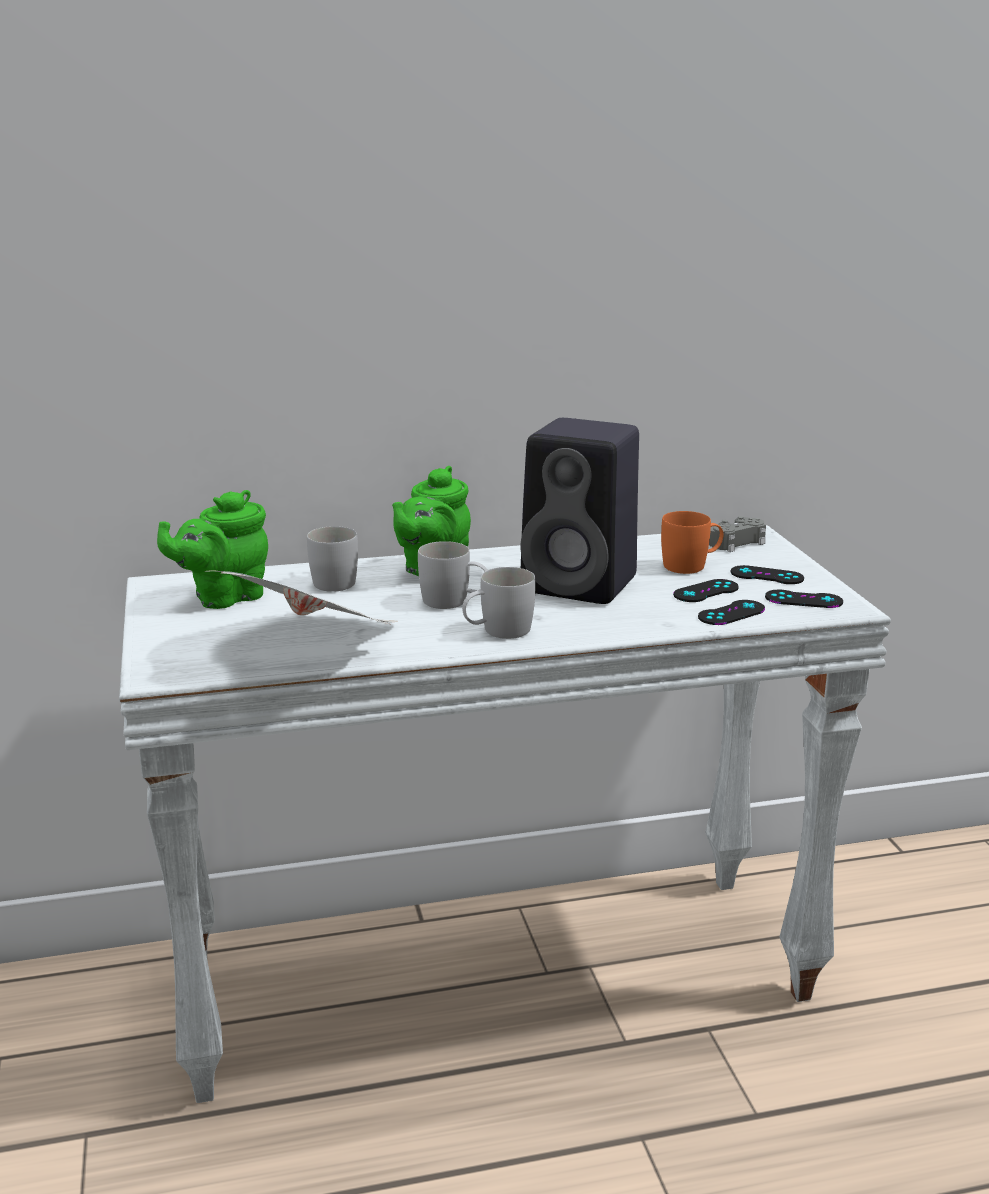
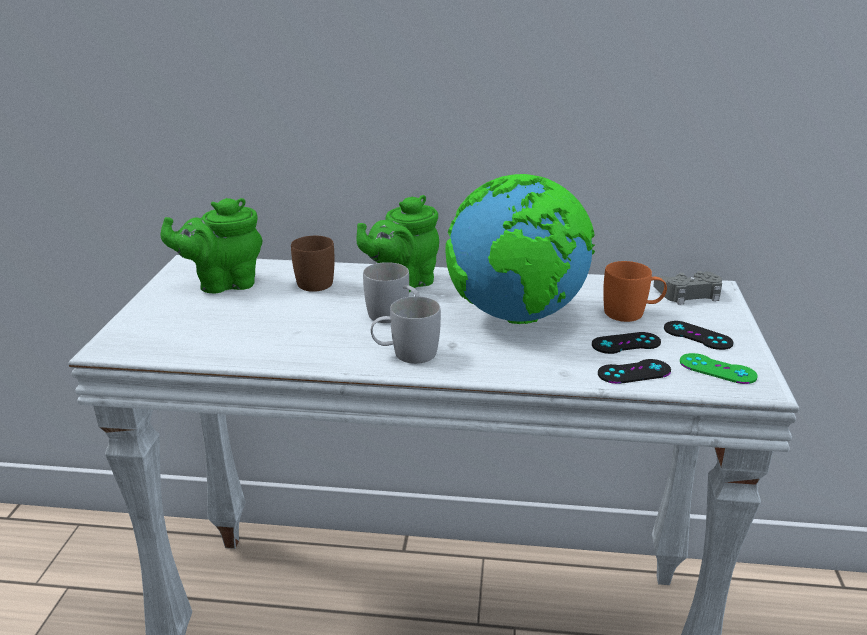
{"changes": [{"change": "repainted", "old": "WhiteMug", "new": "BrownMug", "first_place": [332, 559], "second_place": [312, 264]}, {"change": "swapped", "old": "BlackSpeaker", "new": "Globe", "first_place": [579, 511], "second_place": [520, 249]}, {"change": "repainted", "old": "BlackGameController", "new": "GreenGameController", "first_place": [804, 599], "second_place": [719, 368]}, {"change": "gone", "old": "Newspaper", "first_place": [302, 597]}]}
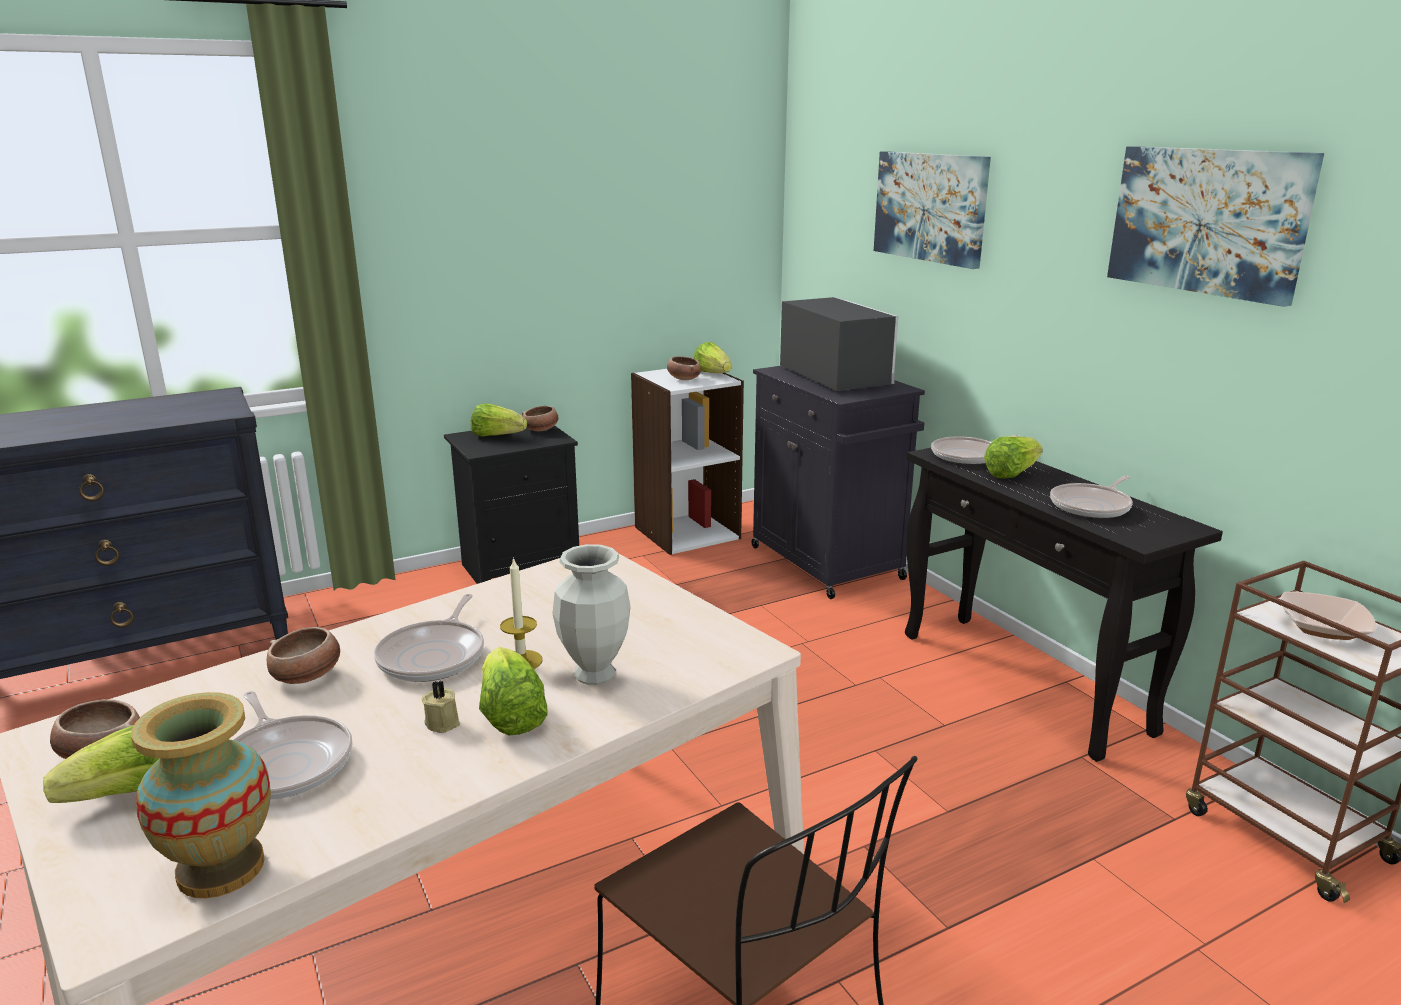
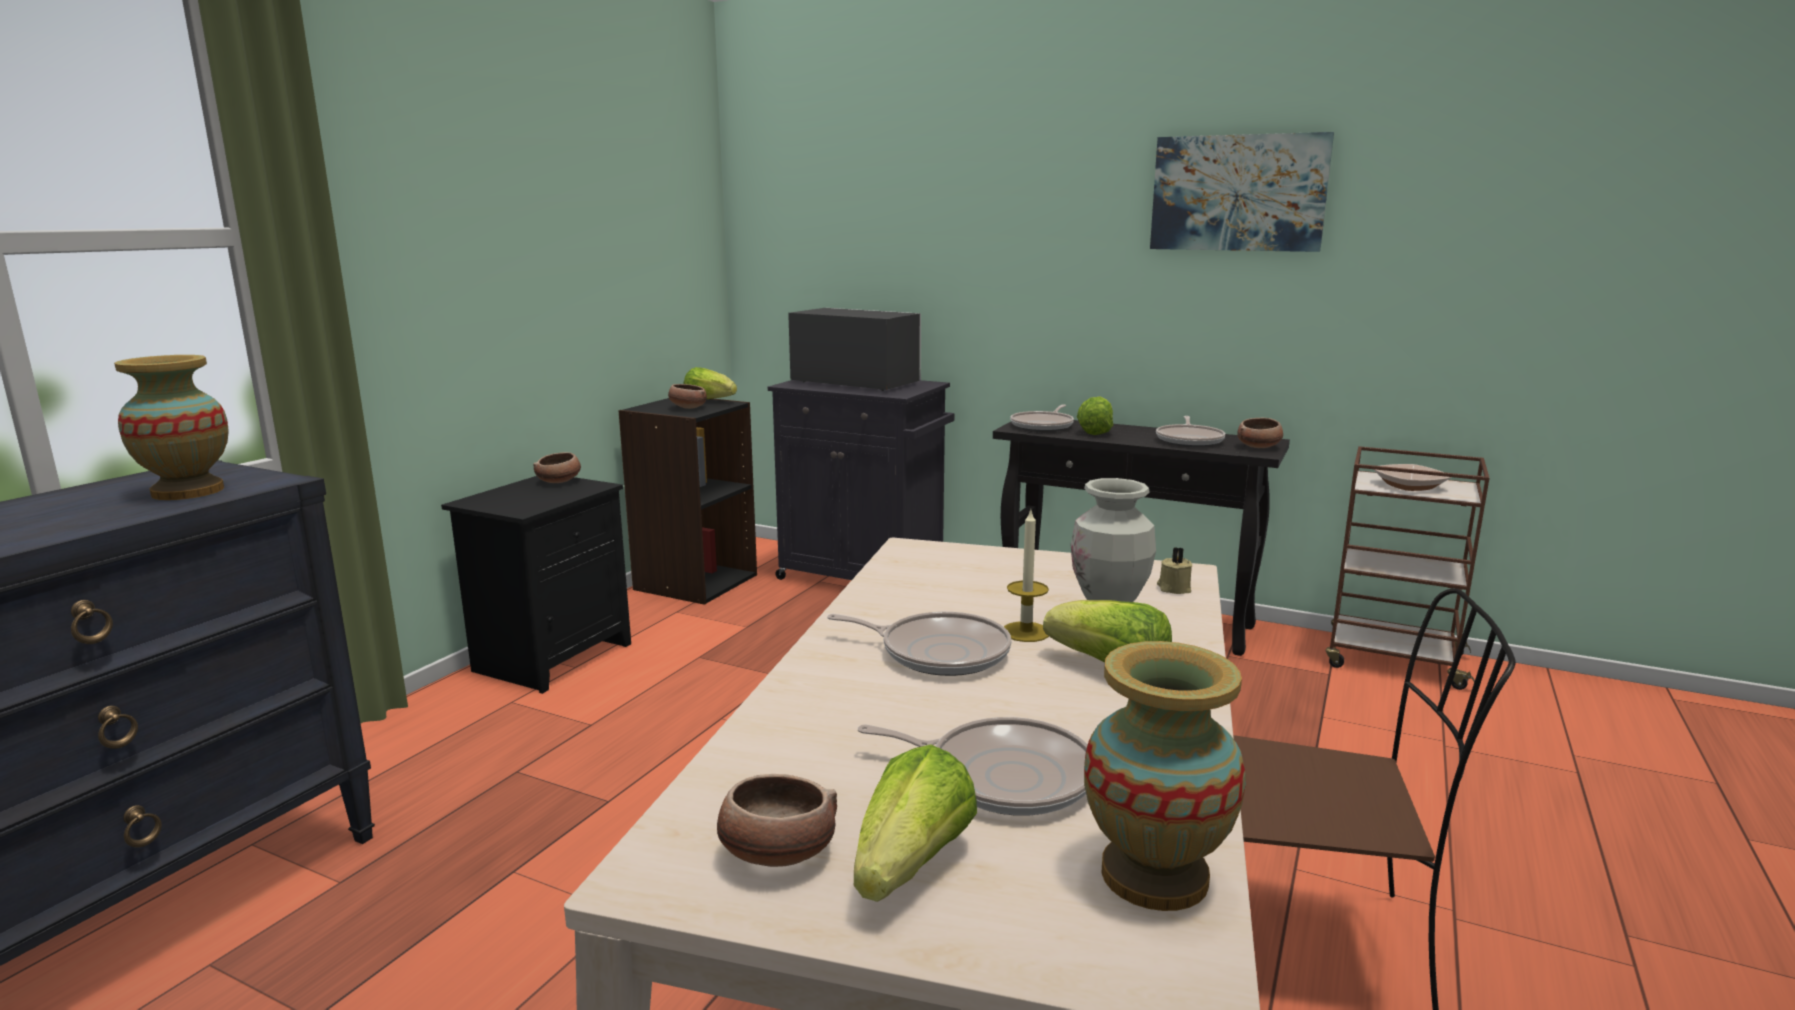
{"changes": [{"change": "new", "new": "Vase", "second_place": [171, 427]}, {"change": "repainted", "old": "WhiteBookcase", "new": "BlackBookcase", "first_place": [687, 462], "second_place": [687, 501]}, {"change": "rotated", "old": "FryingPan", "first_place": [429, 638], "second_place": [919, 644], "degrees": -45}, {"change": "shifted", "old": "BeigeCandle", "first_place": [440, 706], "second_place": [1174, 570]}, {"change": "shifted", "old": "Bowl", "first_place": [303, 655], "second_place": [1260, 433]}, {"change": "gone", "old": "Lettuce", "first_place": [499, 420]}, {"change": "gone", "old": "Picture", "first_place": [932, 210]}]}
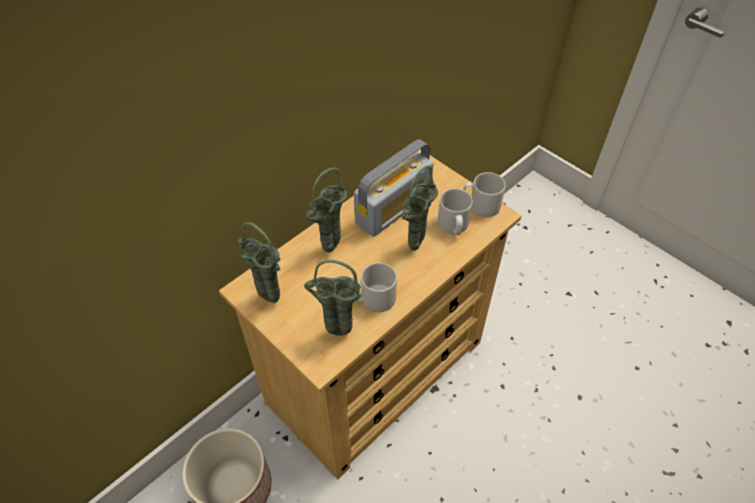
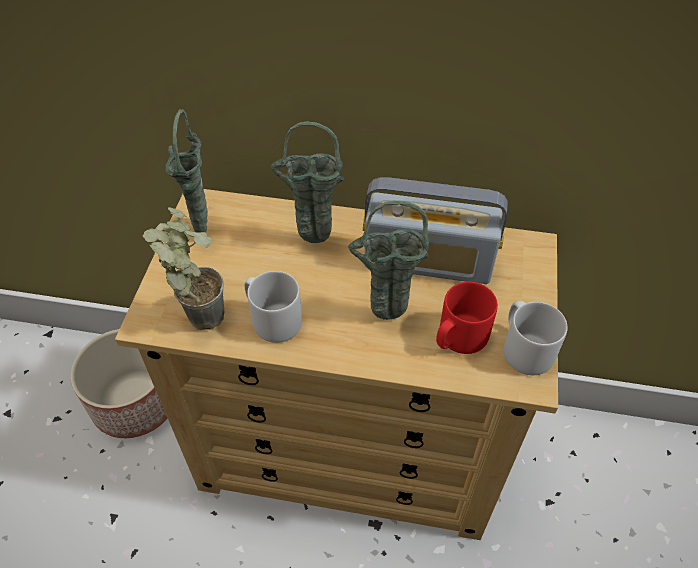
{"changes": [{"change": "swapped", "old": "GreenVase", "new": "PottedPlant", "first_place": [332, 298], "second_place": [183, 268]}, {"change": "repainted", "old": "GreyMug", "new": "RedMug", "first_place": [455, 211], "second_place": [467, 318]}]}
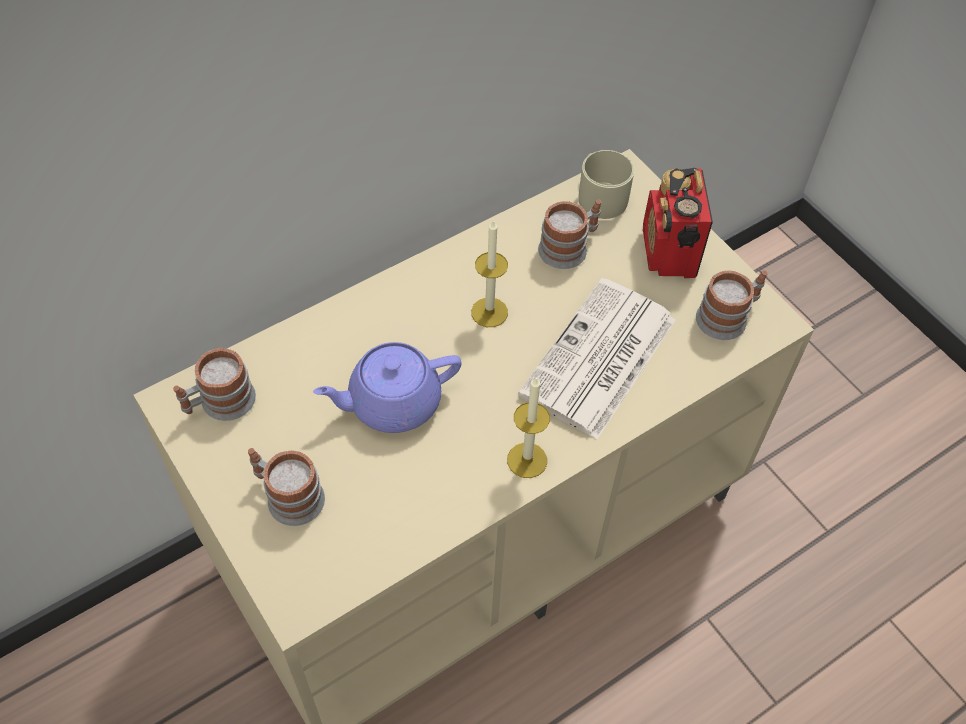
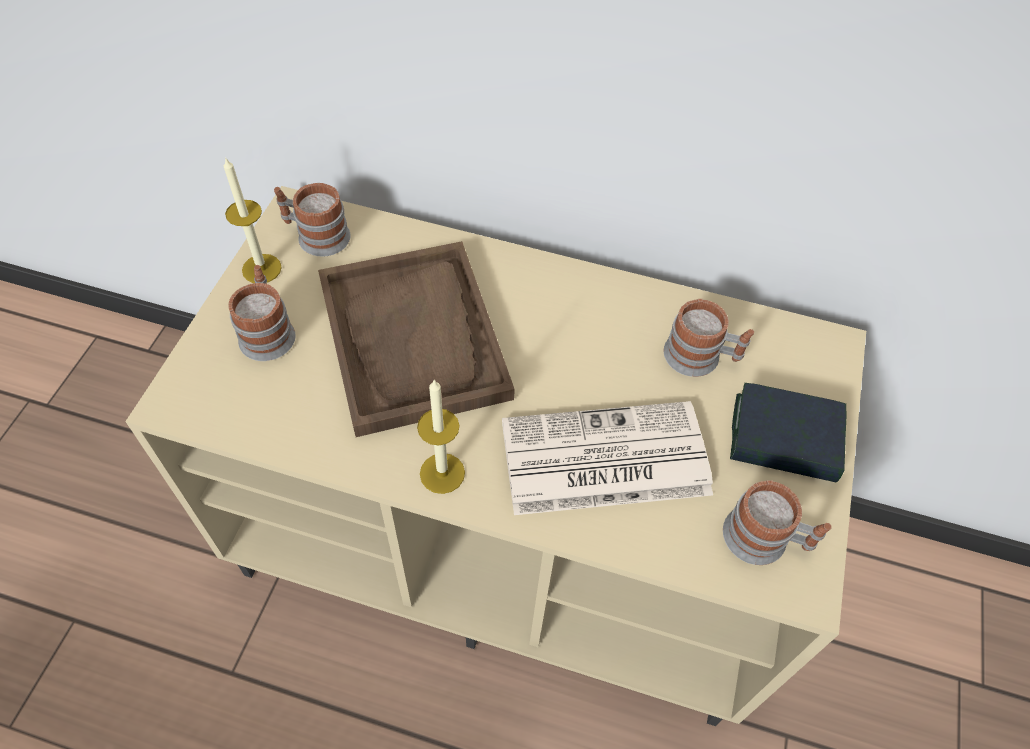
{"changes": [{"change": "shifted", "old": "Candle", "first_place": [489, 273], "second_place": [253, 220]}, {"change": "swapped", "old": "PurpleTeapot", "new": "BrownTray", "first_place": [387, 387], "second_place": [416, 339]}, {"change": "swapped", "old": "Radio", "new": "Book", "first_place": [678, 223], "second_place": [788, 432]}, {"change": "gone", "old": "BeigeMug", "first_place": [606, 184]}]}
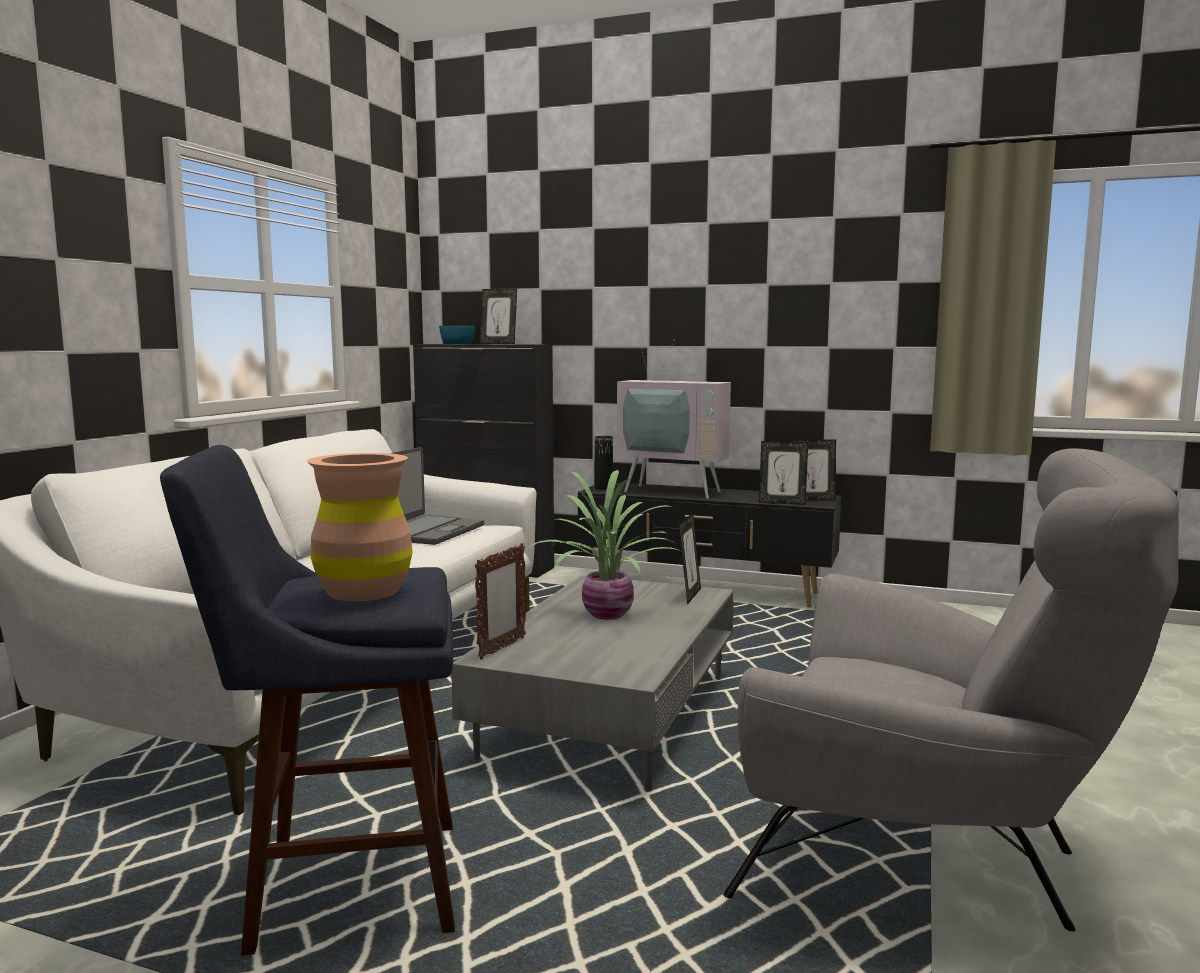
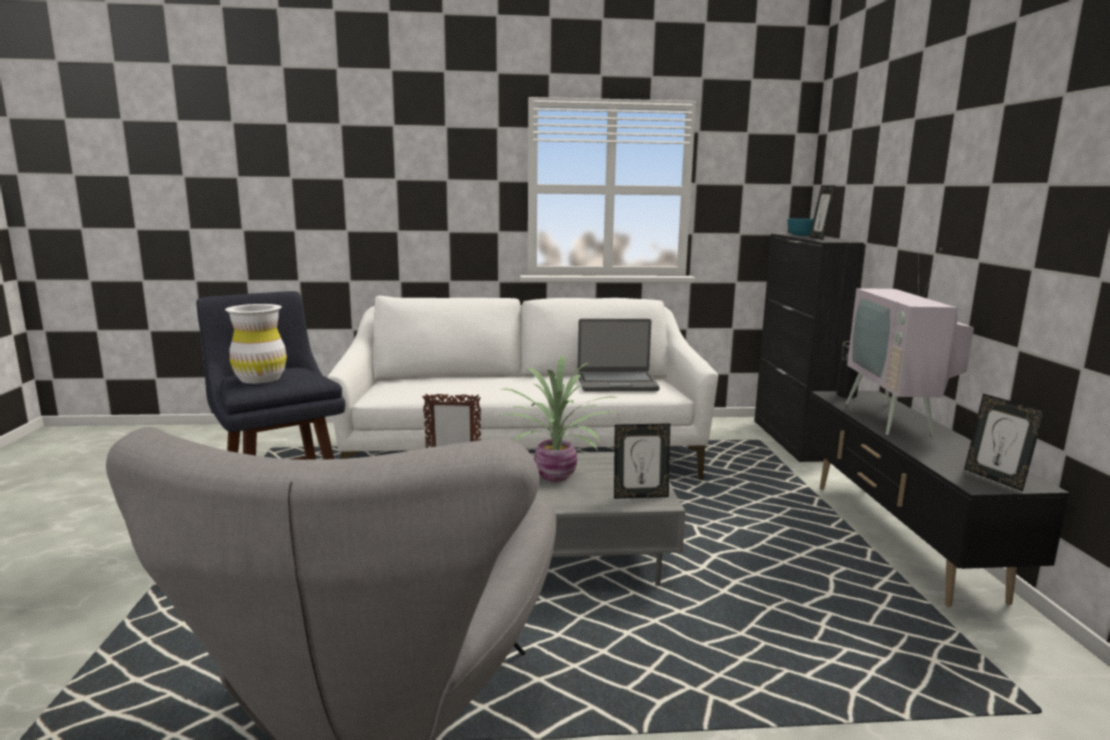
{"changes": [{"change": "repainted", "old": "BrownVase", "new": "WhiteVase", "first_place": [359, 527], "second_place": [256, 344]}, {"change": "gone", "old": "PictureFrame", "first_place": [783, 473]}]}
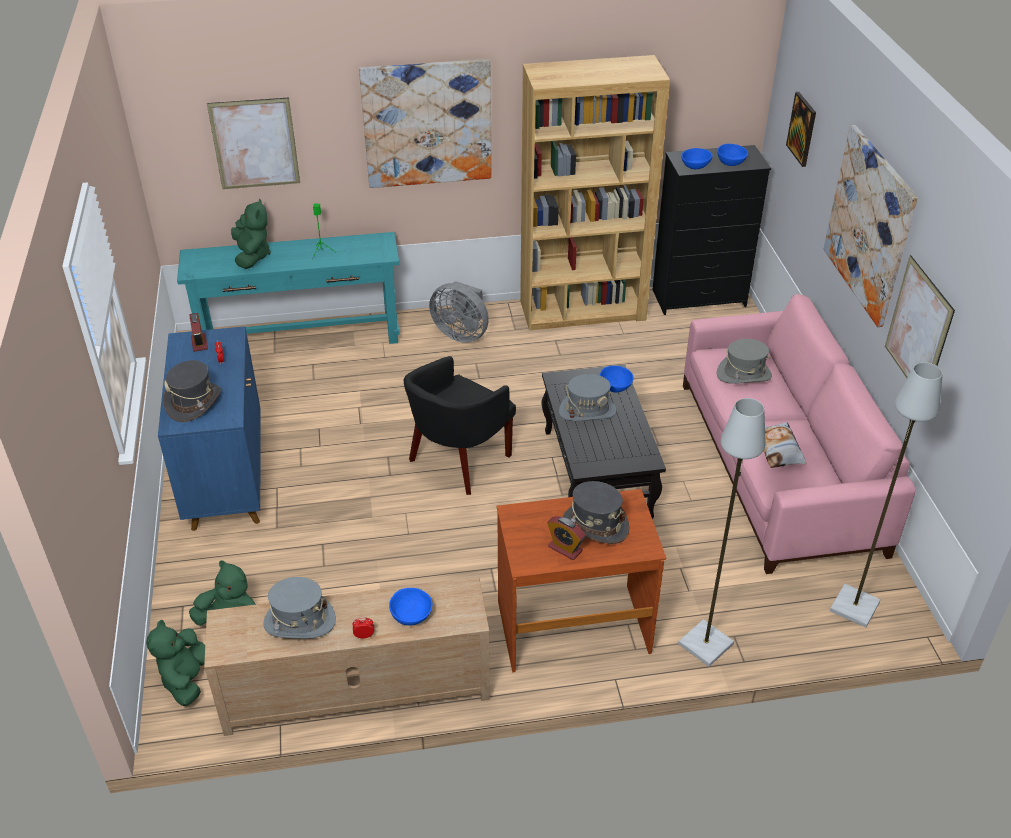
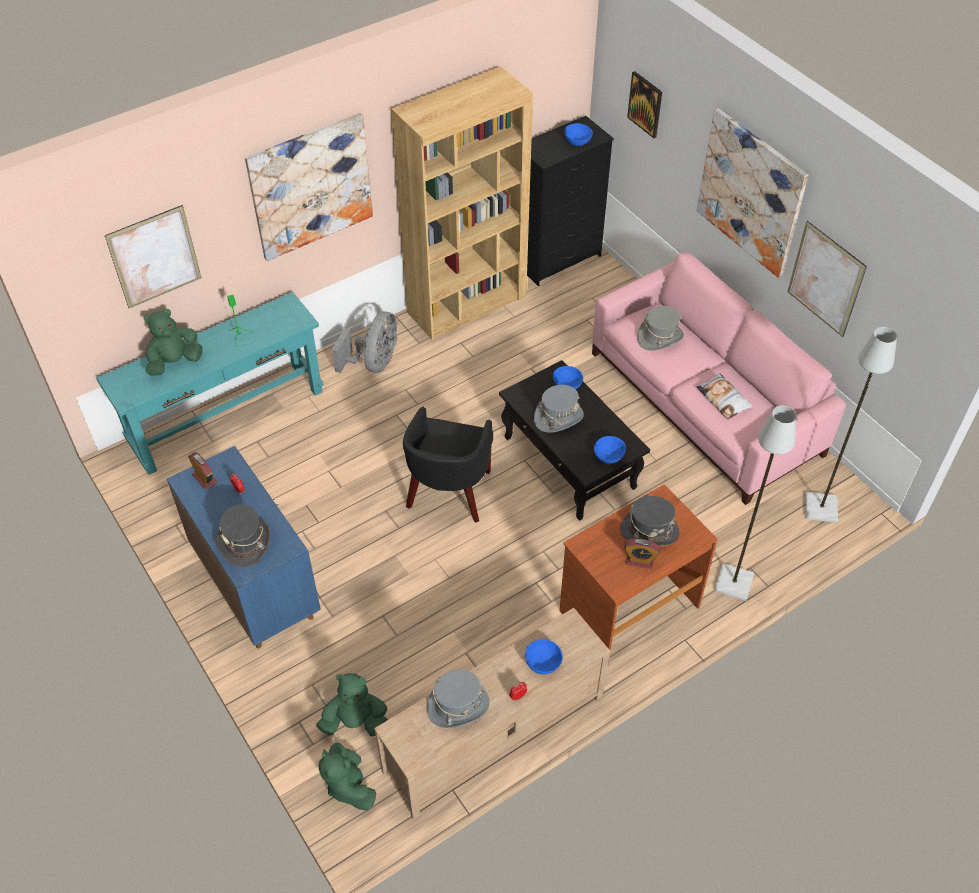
{"changes": [{"change": "rotated", "old": "GreenPlushToy", "first_place": [251, 233], "second_place": [173, 342], "degrees": -90}, {"change": "rotated", "old": "GreyFan", "first_place": [459, 312], "second_place": [364, 342], "degrees": -75}, {"change": "shifted", "old": "BlueBowl", "first_place": [697, 158], "second_place": [610, 450]}]}
